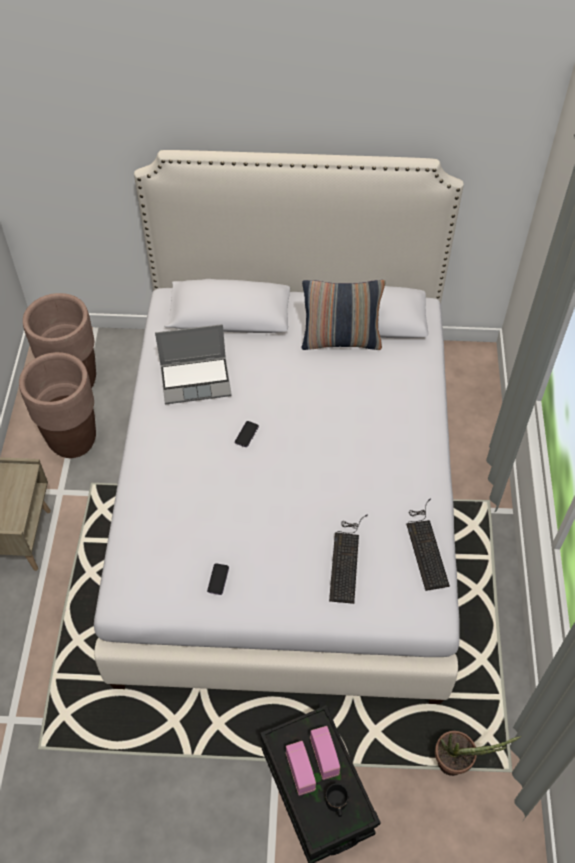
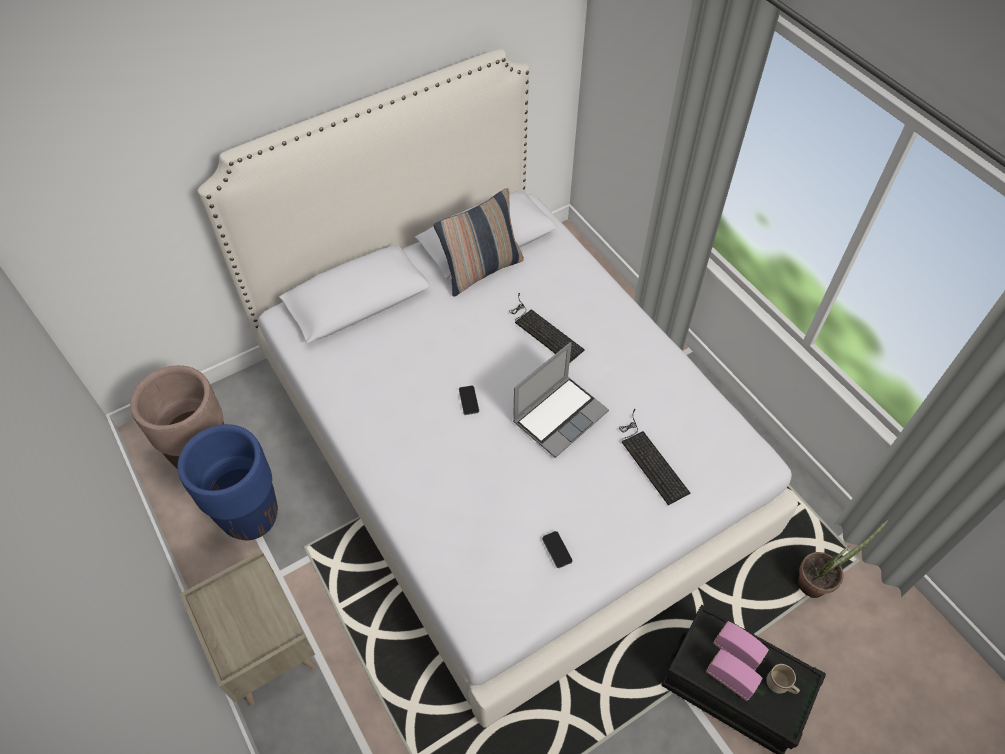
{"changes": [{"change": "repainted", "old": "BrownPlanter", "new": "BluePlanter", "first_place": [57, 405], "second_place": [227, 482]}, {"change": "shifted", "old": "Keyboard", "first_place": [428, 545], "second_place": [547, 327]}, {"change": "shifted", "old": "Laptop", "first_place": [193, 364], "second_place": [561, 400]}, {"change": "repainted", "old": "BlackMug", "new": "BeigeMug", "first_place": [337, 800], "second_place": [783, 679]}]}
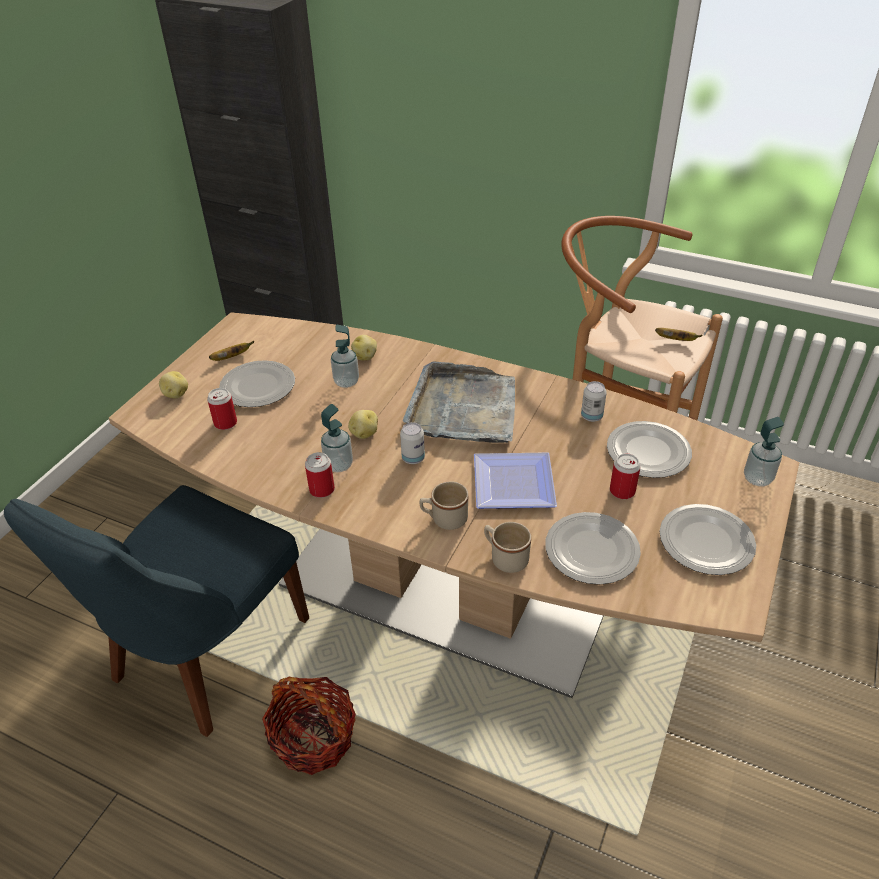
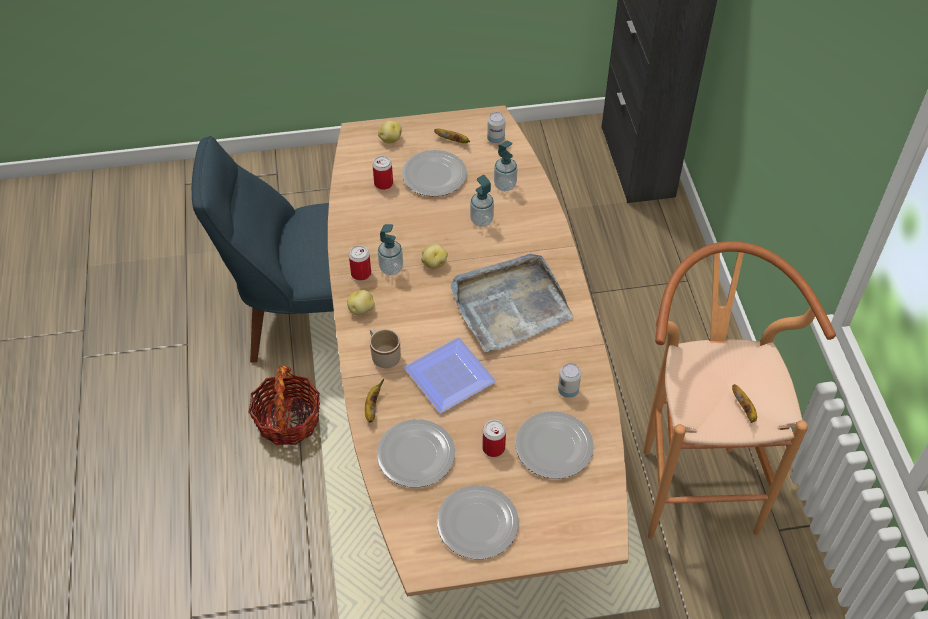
{"changes": [{"change": "shifted", "old": "Potato", "first_place": [364, 347], "second_place": [361, 302]}, {"change": "swapped", "old": "BeigeMug", "new": "Banana", "first_place": [508, 547], "second_place": [374, 401]}, {"change": "shifted", "old": "Can", "first_place": [412, 443], "second_place": [496, 128]}, {"change": "shifted", "old": "SoapDispenser", "first_place": [764, 451], "second_place": [506, 166]}]}
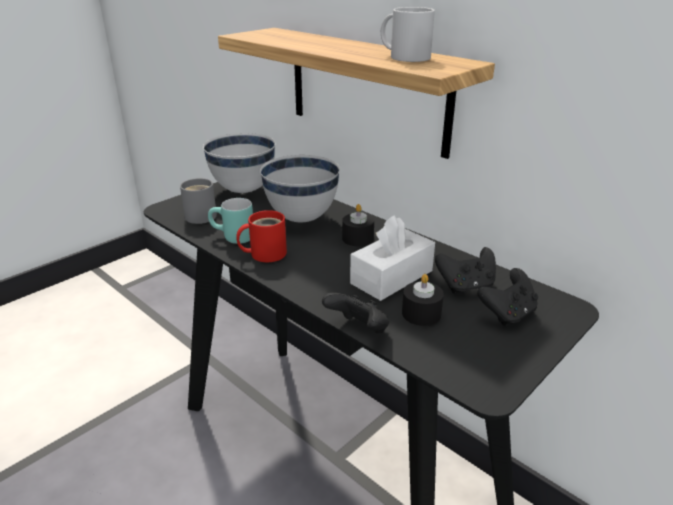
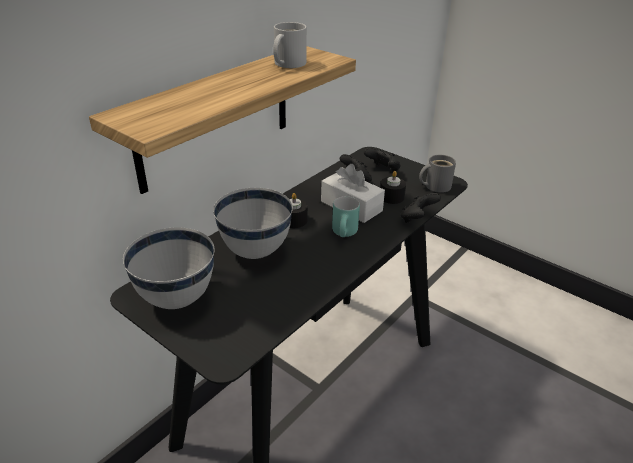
{"changes": [{"change": "shifted", "old": "TurquoiseMug", "first_place": [230, 221], "second_place": [346, 216]}, {"change": "shifted", "old": "GreyMug", "first_place": [198, 201], "second_place": [437, 174]}, {"change": "gone", "old": "RedMug", "first_place": [261, 236]}]}
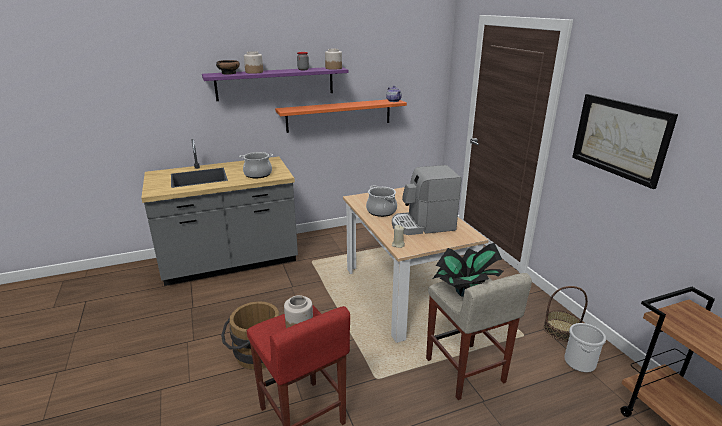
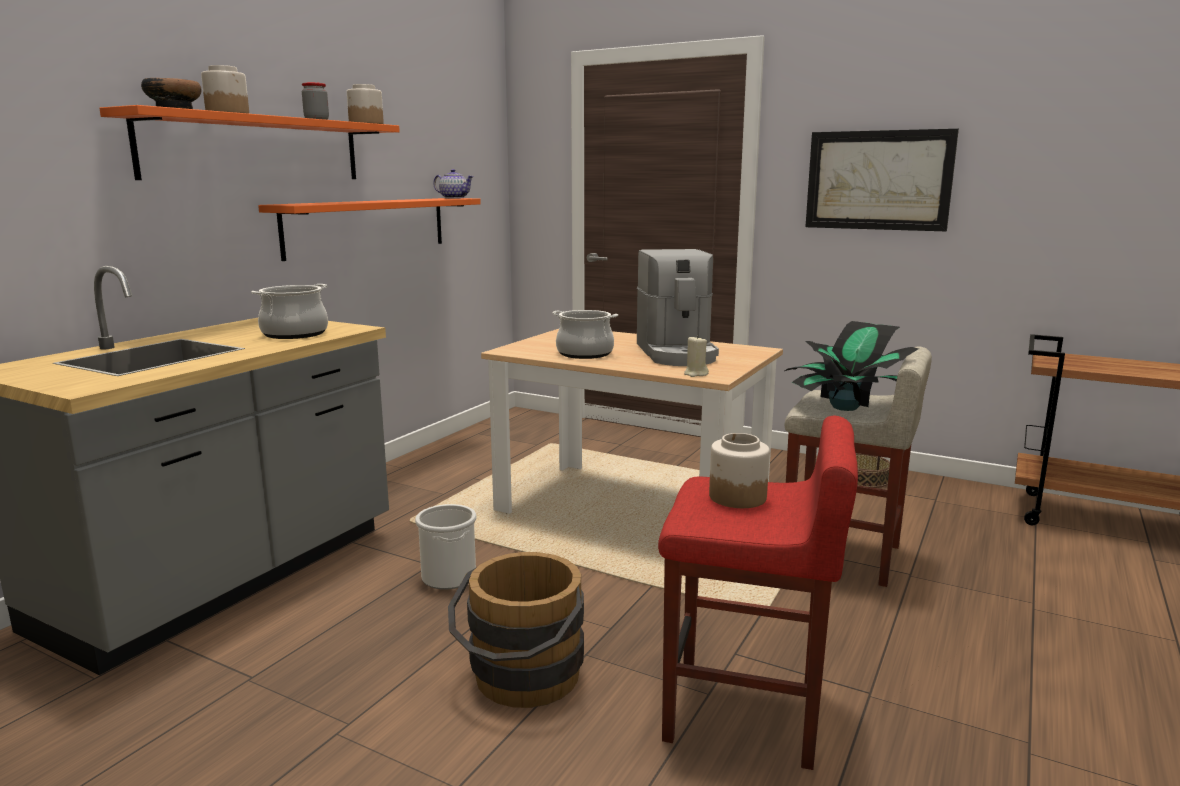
{"changes": [{"change": "repainted", "old": "PurpleShelf", "new": "OrangeShelf", "first_place": [275, 84], "second_place": [249, 142]}, {"change": "shifted", "old": "Bucket", "first_place": [585, 347], "second_place": [446, 547]}, {"change": "rotated", "old": "CoffeeMachine", "first_place": [426, 200], "second_place": [678, 307], "degrees": -45}]}
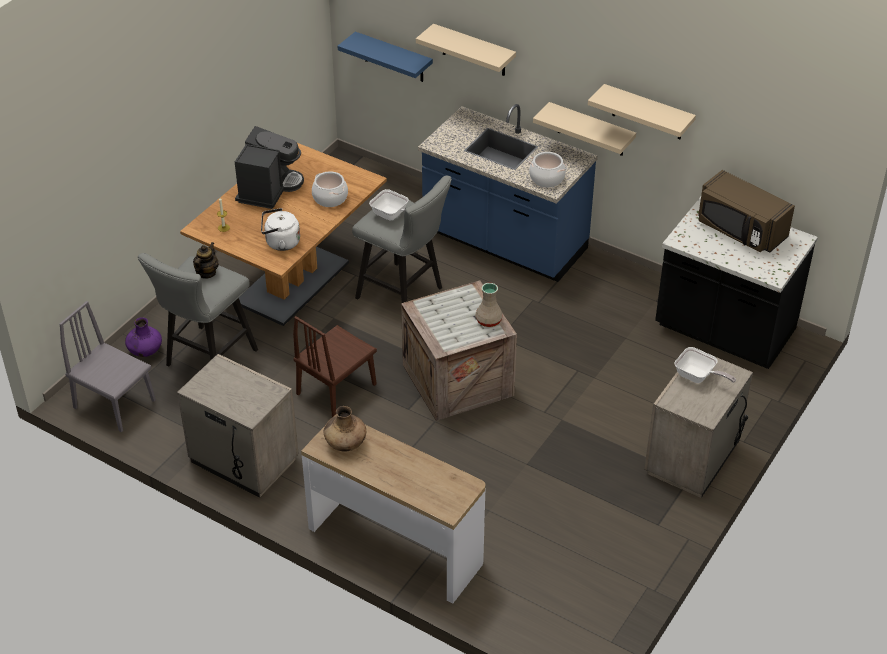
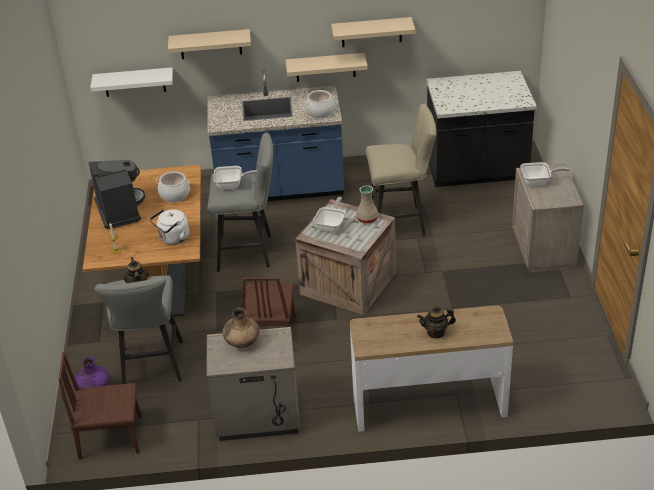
{"changes": [{"change": "repainted", "old": "GreyChair", "new": "BrownChair", "first_place": [107, 366], "second_place": [100, 405]}, {"change": "repainted", "old": "BlueShelf", "new": "WhiteShelf", "first_place": [385, 57], "second_place": [131, 82]}, {"change": "shifted", "old": "BrownVase", "first_place": [345, 429], "second_place": [241, 328]}, {"change": "new", "new": "FryingPan", "second_place": [329, 215]}, {"change": "new", "new": "BeigeStool", "second_place": [401, 170]}, {"change": "new", "new": "Teapot", "second_place": [436, 322]}, {"change": "gone", "old": "BrownMicrowave", "first_place": [746, 211]}]}
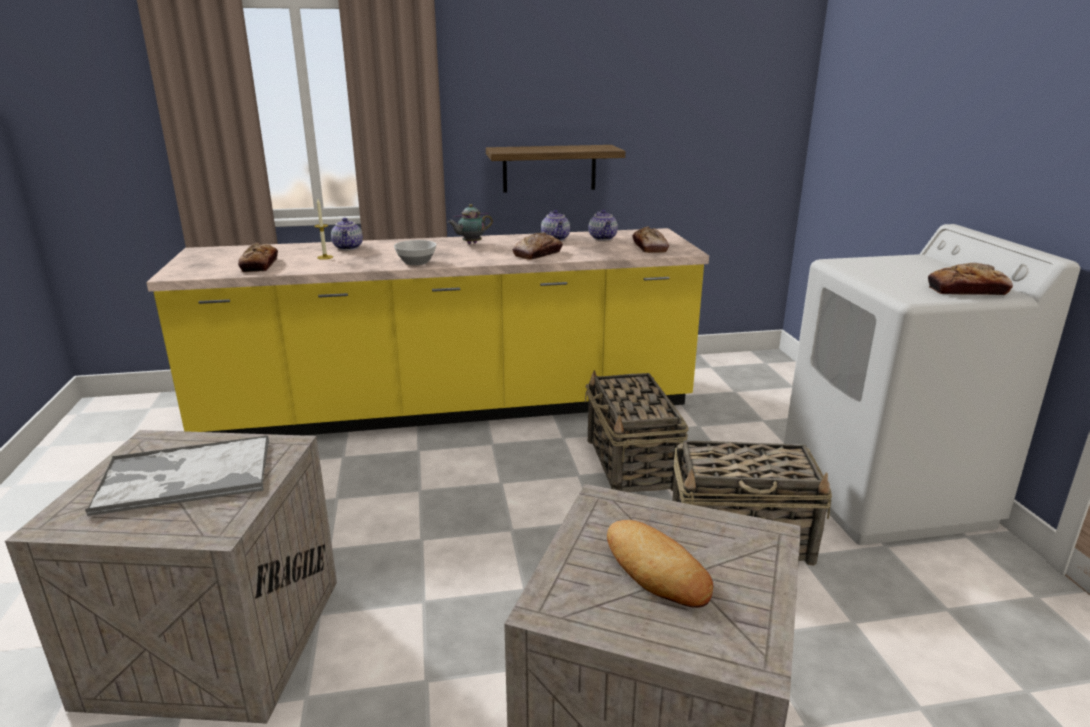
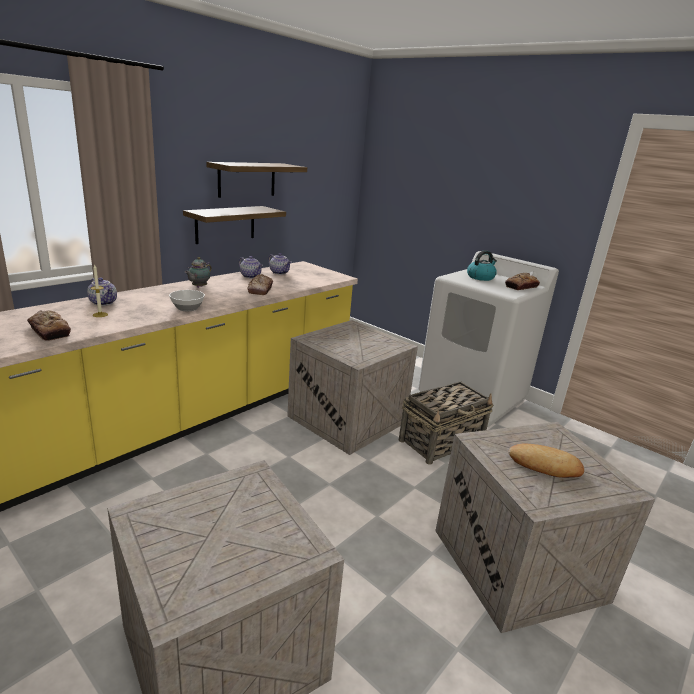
{"changes": [{"change": "new", "new": "Shelf", "second_place": [256, 180]}, {"change": "swapped", "old": "Basket", "new": "Crate", "first_place": [637, 431], "second_place": [352, 387]}, {"change": "new", "new": "Kettle", "second_place": [482, 265]}, {"change": "gone", "old": "Tray", "first_place": [177, 475]}, {"change": "gone", "old": "Bread", "first_place": [651, 239]}]}
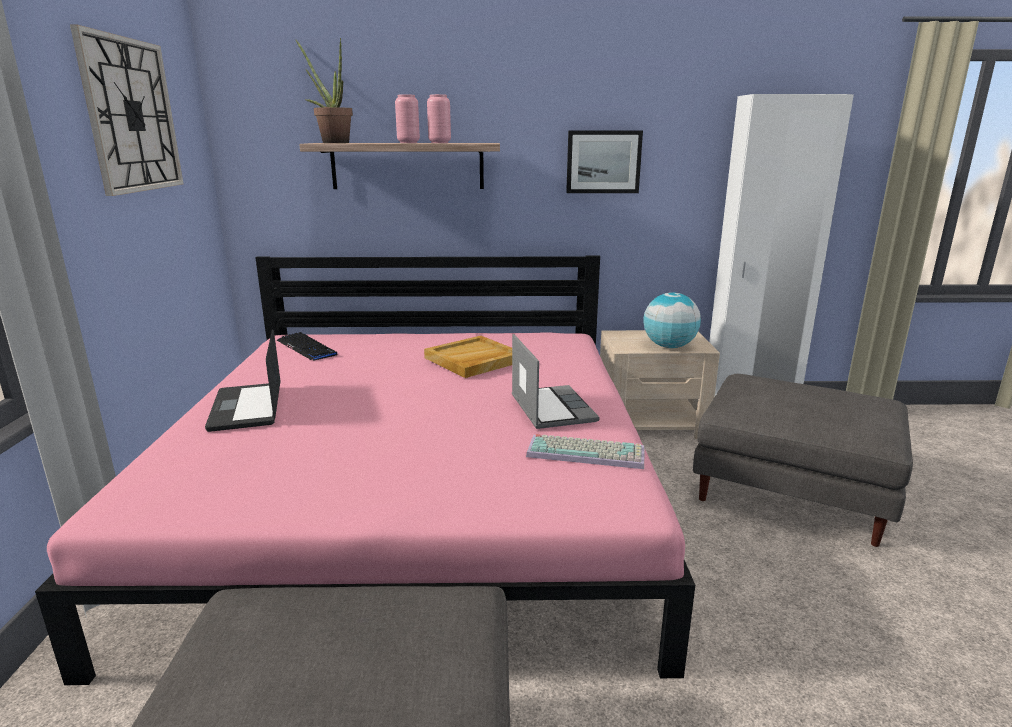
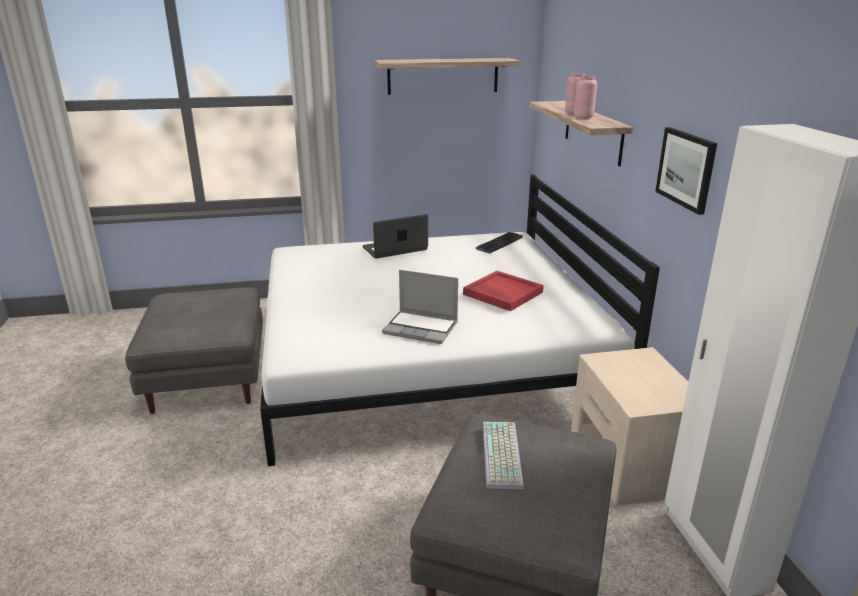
{"changes": [{"change": "repainted", "old": "PinkBed", "new": "WhiteBed", "first_place": [365, 470], "second_place": [460, 320]}, {"change": "swapped", "old": "WallClock", "new": "Shelf", "first_place": [127, 110], "second_place": [447, 76]}, {"change": "rotated", "old": "Laptop", "first_place": [556, 381], "second_place": [420, 307], "degrees": 45}, {"change": "repainted", "old": "BeigeTray", "new": "RedTray", "first_place": [468, 357], "second_place": [503, 291]}, {"change": "shifted", "old": "Keyboard", "first_place": [585, 451], "second_place": [503, 455]}, {"change": "gone", "old": "PottedPlant", "first_place": [324, 90]}, {"change": "gone", "old": "Globe", "first_place": [672, 320]}]}
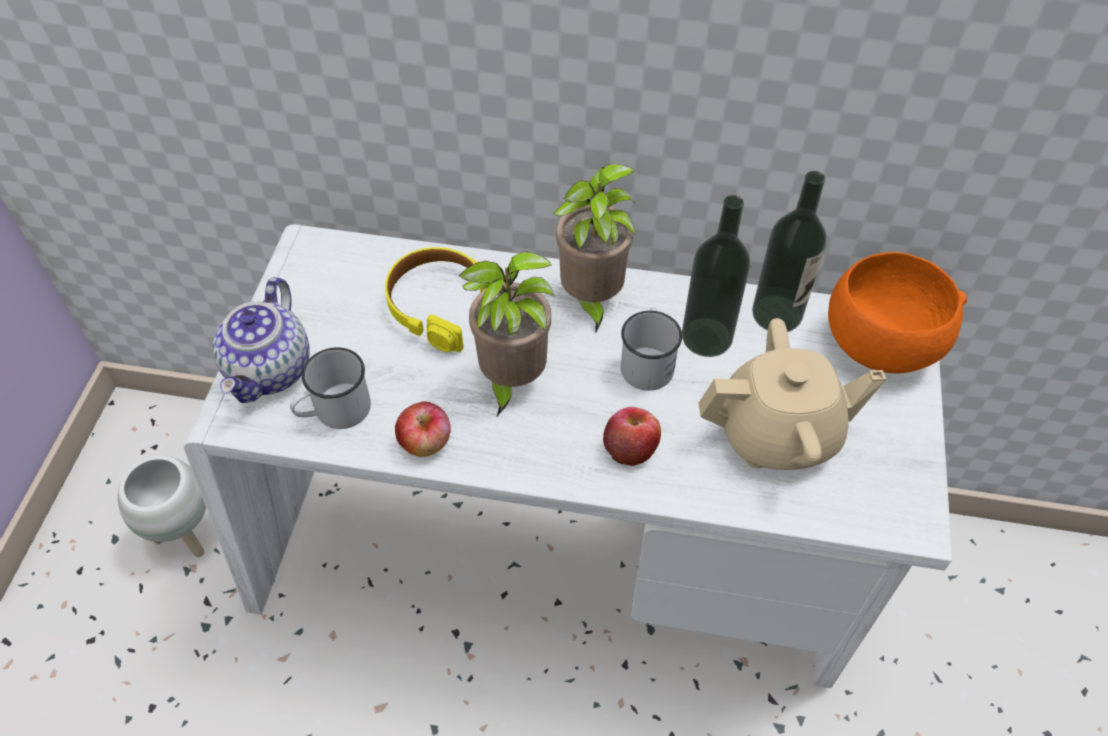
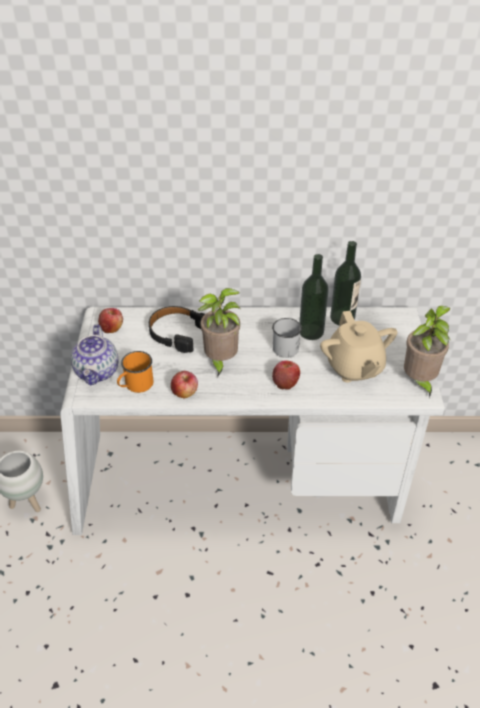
{"changes": [{"change": "new", "new": "Apple", "second_place": [110, 320]}, {"change": "repainted", "old": "WhiteMug", "new": "OrangeMug", "first_place": [330, 388], "second_place": [135, 372]}, {"change": "repainted", "old": "YellowHeadphones", "new": "BlackHeadphones", "first_place": [445, 299], "second_place": [177, 329]}, {"change": "rotated", "old": "BeigeTeapot", "first_place": [792, 394], "second_place": [358, 347], "degrees": 90}, {"change": "shifted", "old": "PottedPlant", "first_place": [594, 249], "second_place": [427, 352]}, {"change": "gone", "old": "OrangeBowl", "first_place": [897, 313]}]}
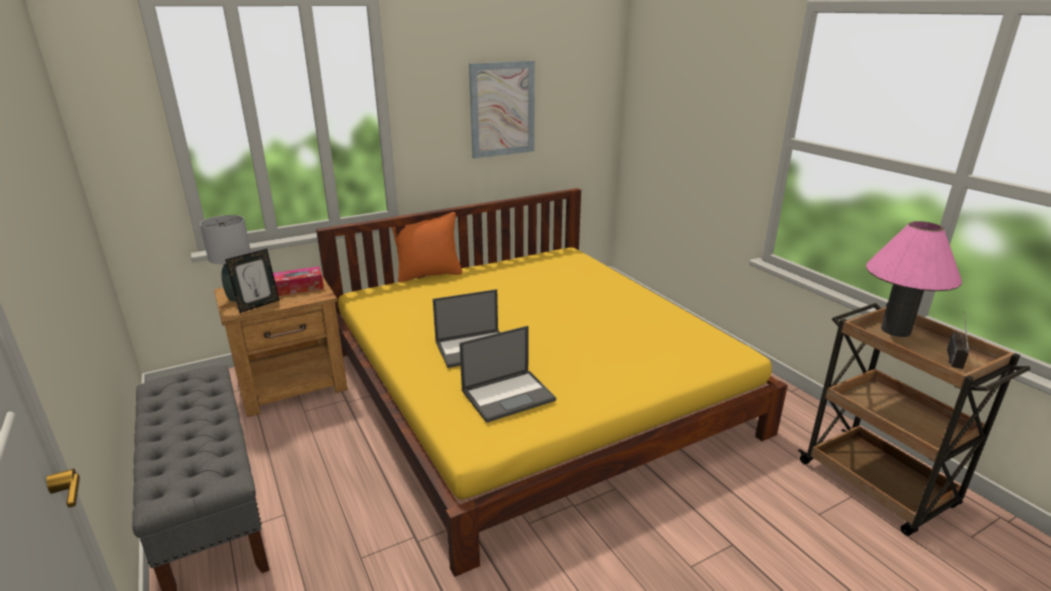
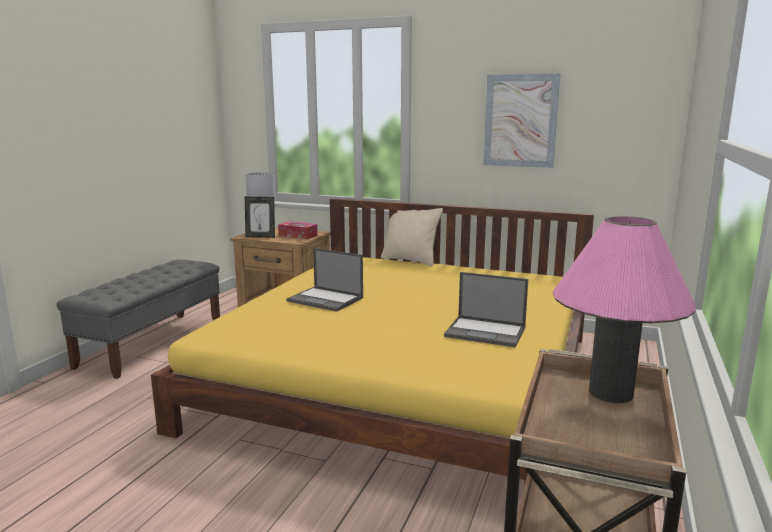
{"changes": [{"change": "repainted", "old": "OrangePillow", "new": "BeigePillow", "first_place": [427, 247], "second_place": [412, 237]}, {"change": "shifted", "old": "Laptop", "first_place": [507, 374], "second_place": [486, 309]}, {"change": "gone", "old": "Radio", "first_place": [958, 340]}]}
